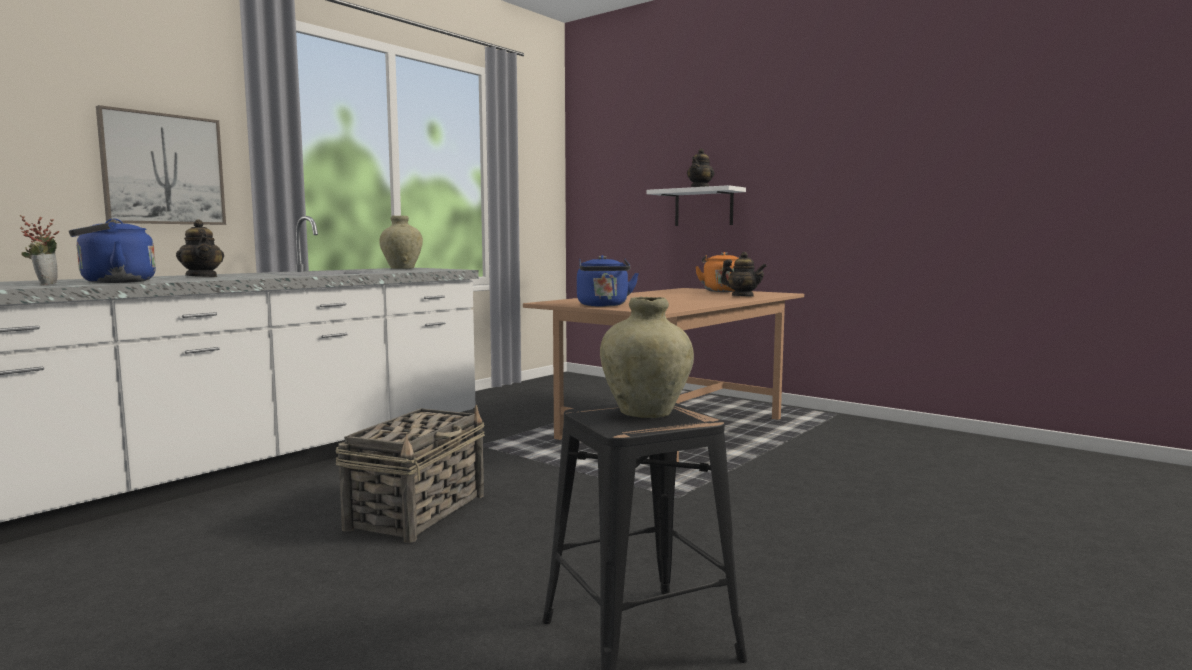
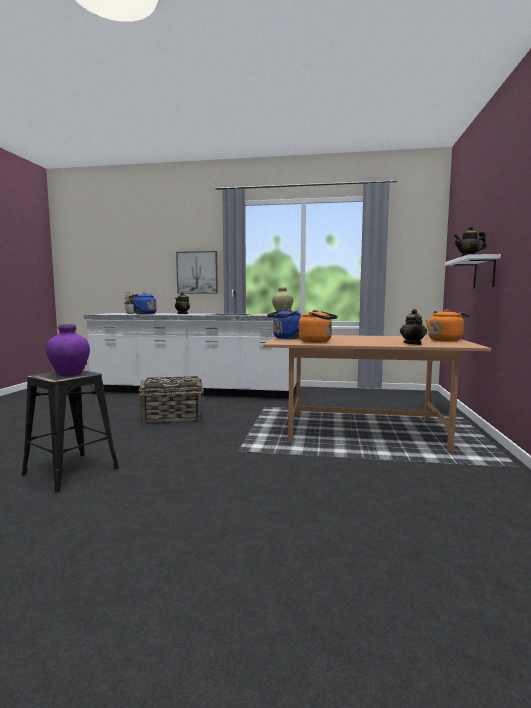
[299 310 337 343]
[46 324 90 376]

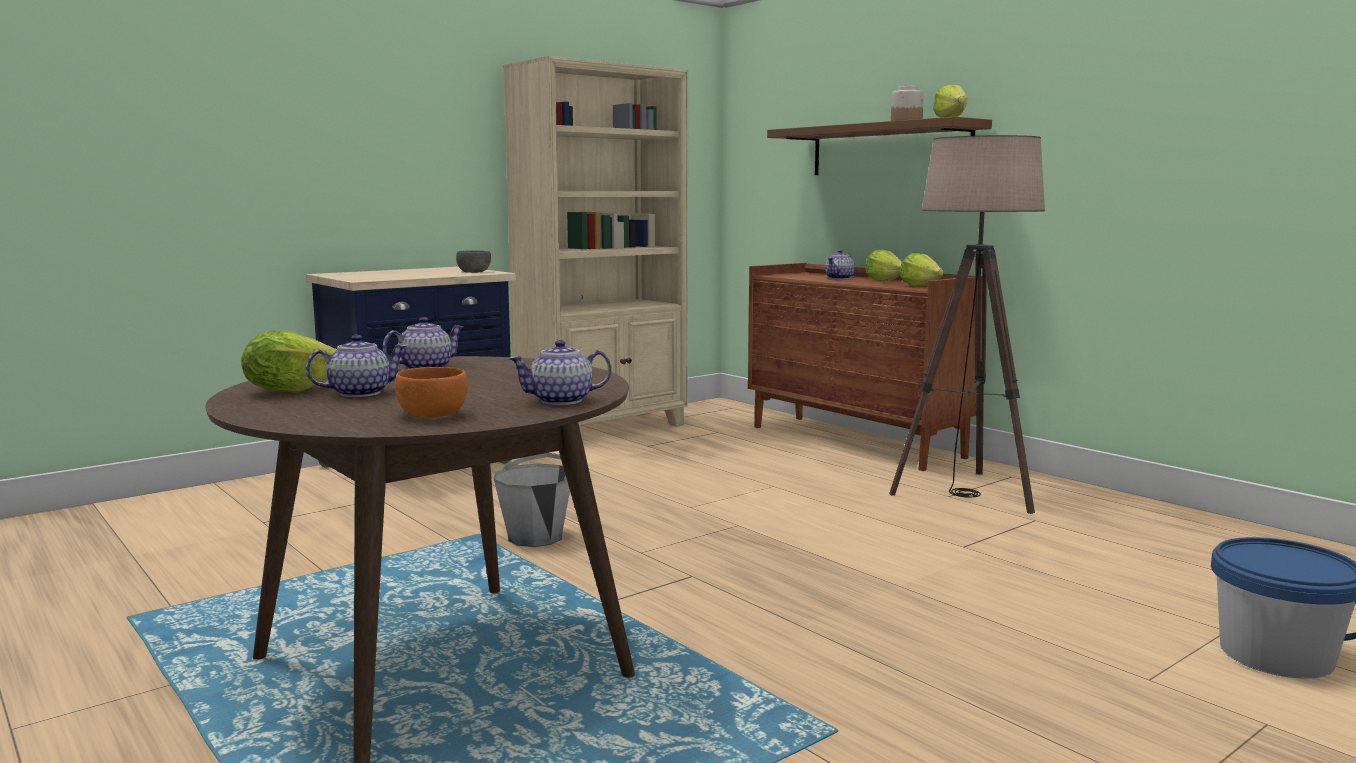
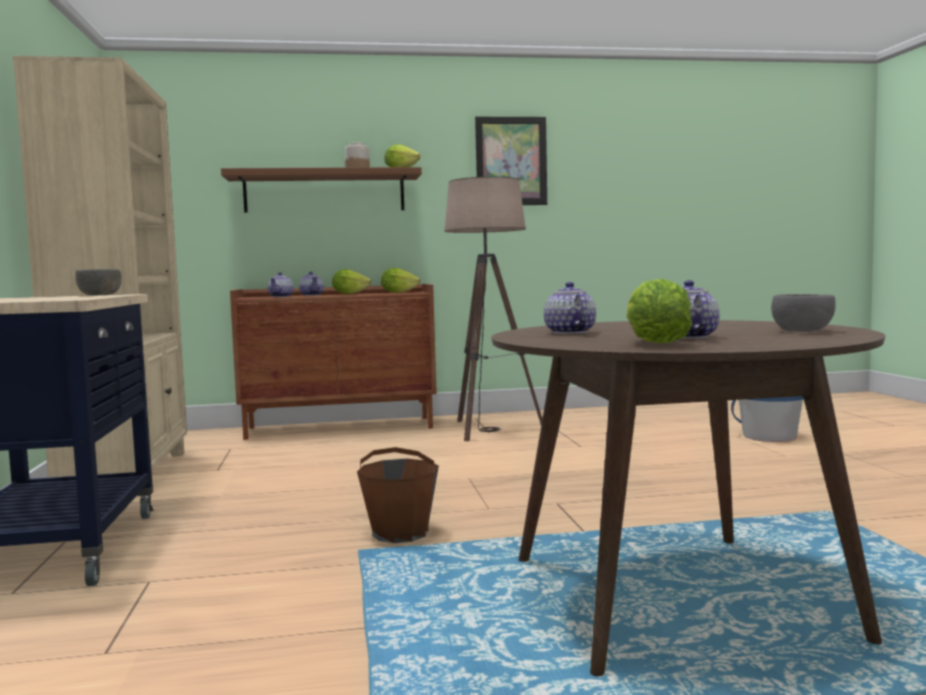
[475 117 547 205]
[268 272 294 297]
[771 294 836 332]
[357 447 439 543]

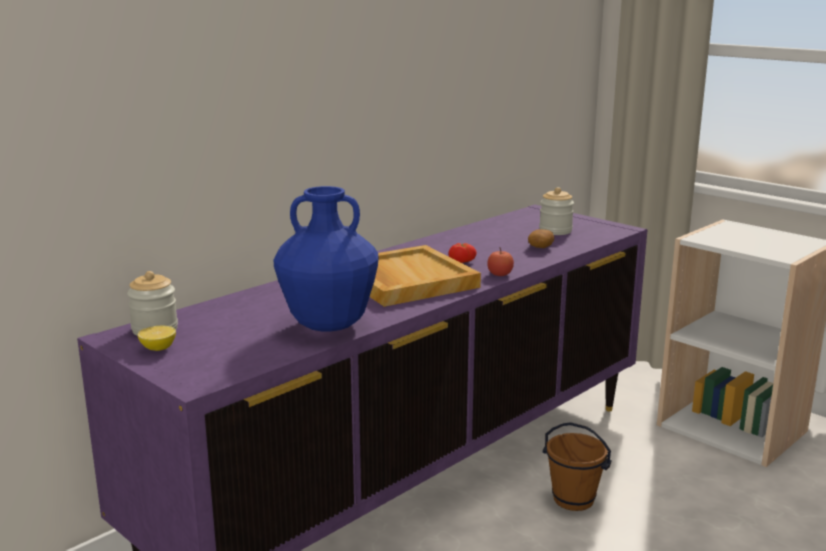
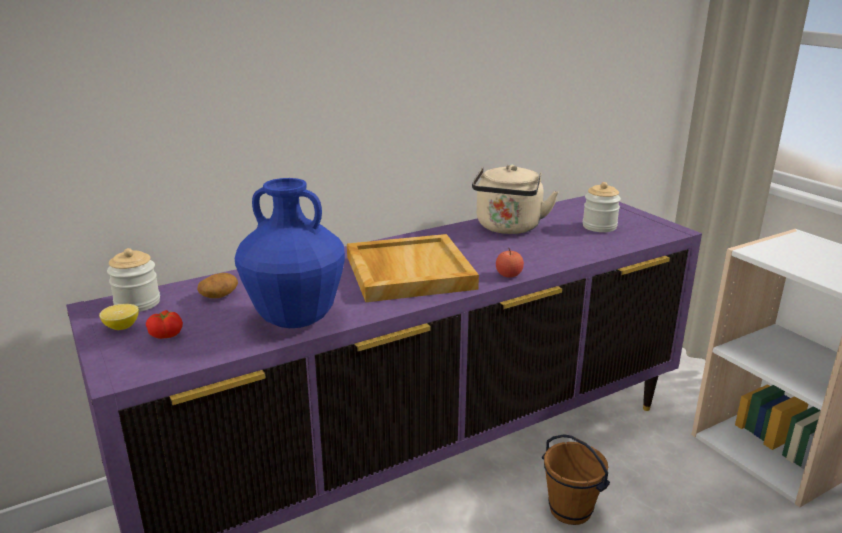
[472 165 559 234]
[146 310 183 339]
[197 273 238 298]

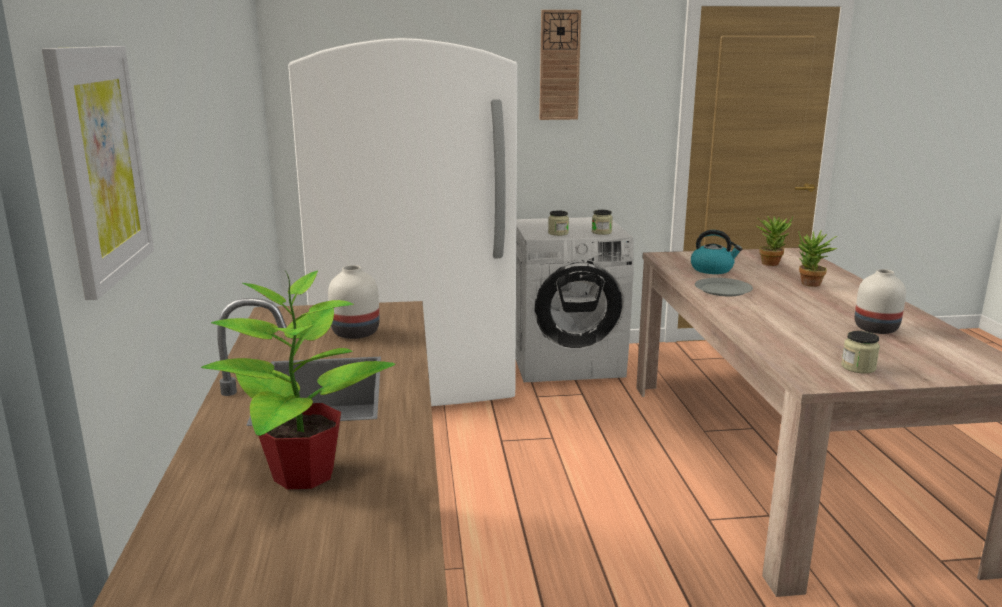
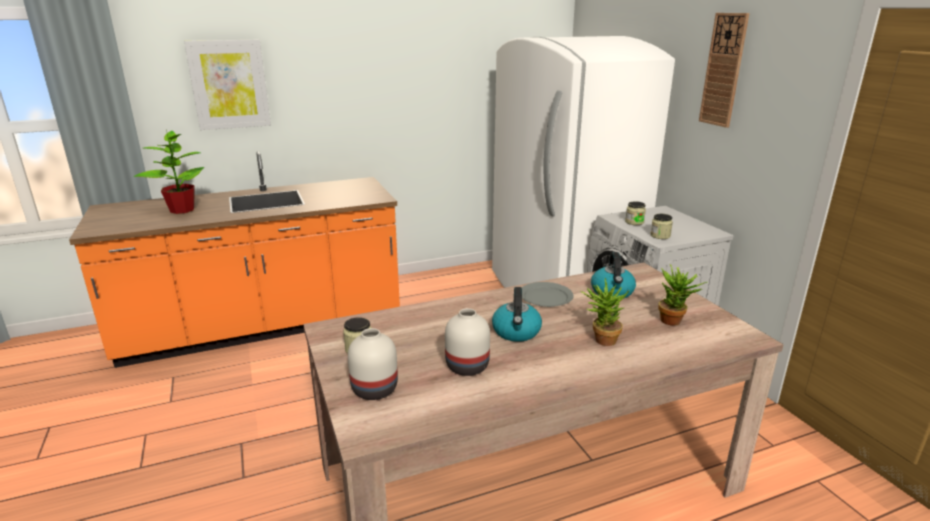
[492 287 542 342]
[348 328 398 400]

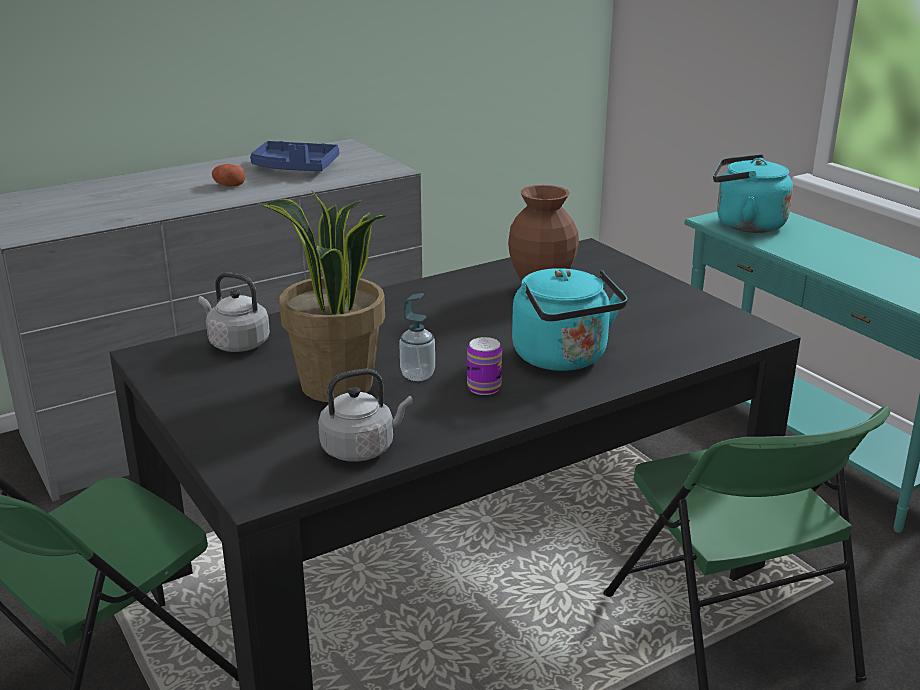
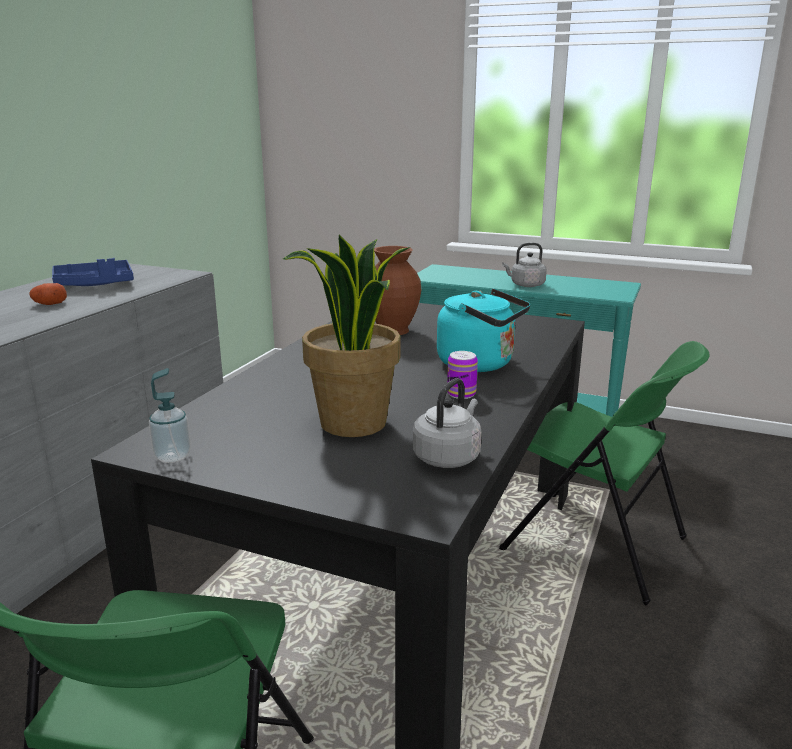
[713 154 793 233] (first image)
[502 243 547 287]
[149 368 191 463]

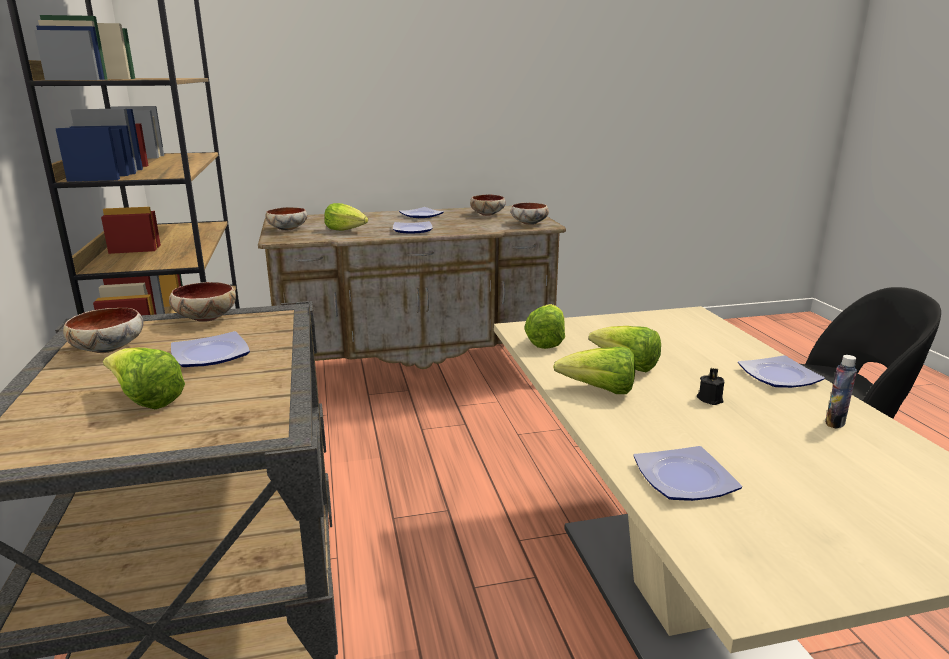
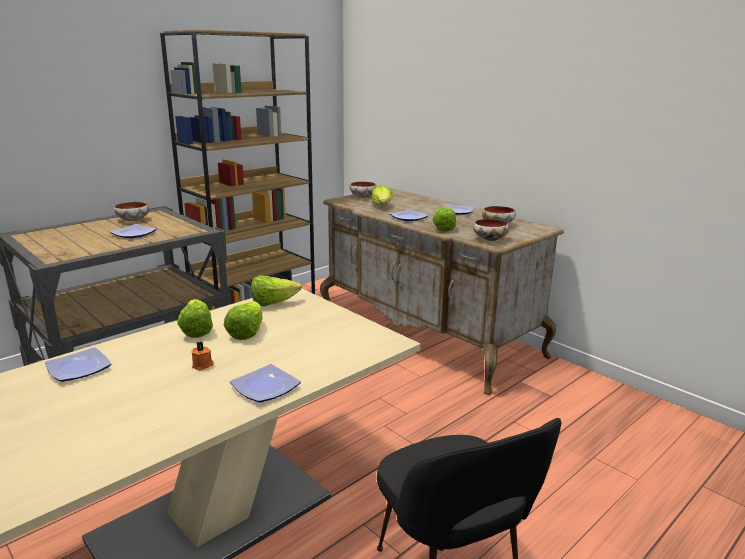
[169 282 236 322] (first image)
[825 355 857 429] (first image)
[433 206 456 232]
[191 342 214 370]

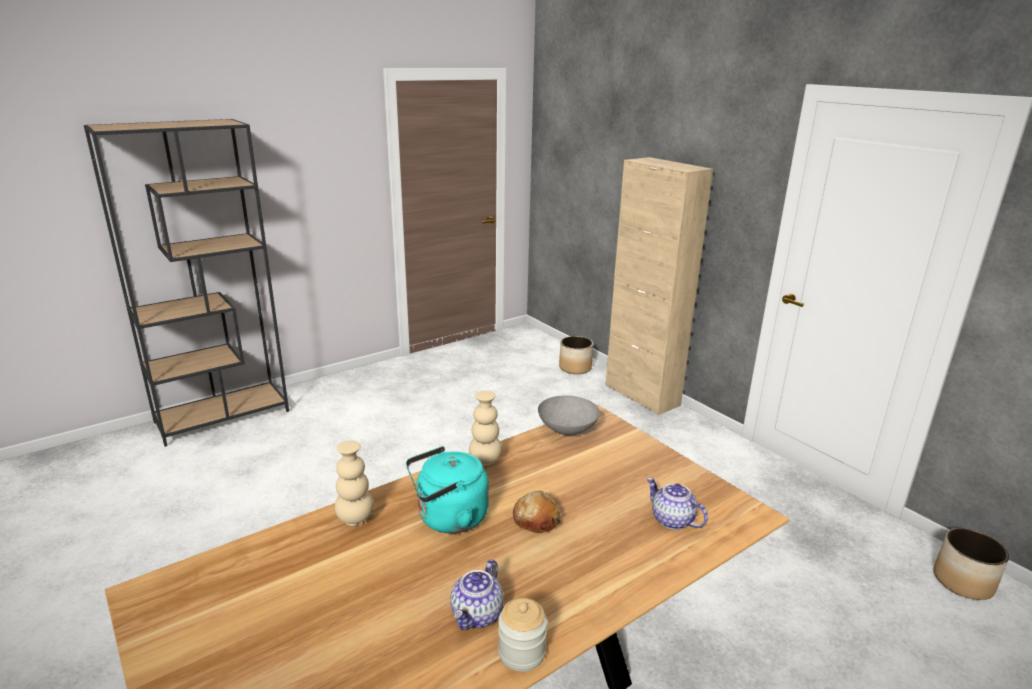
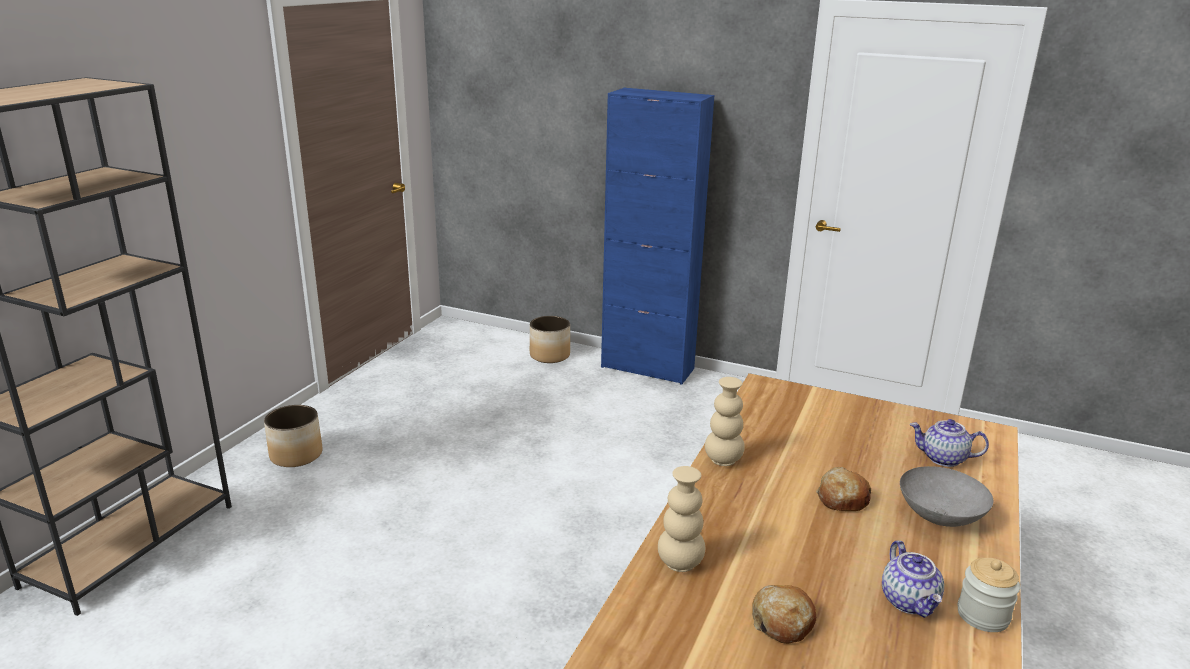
[406 446 489 534] (first image)
[752 585 816 644]
[900 466 993 527]
[264 405 322 467]
[601 88 714 385]

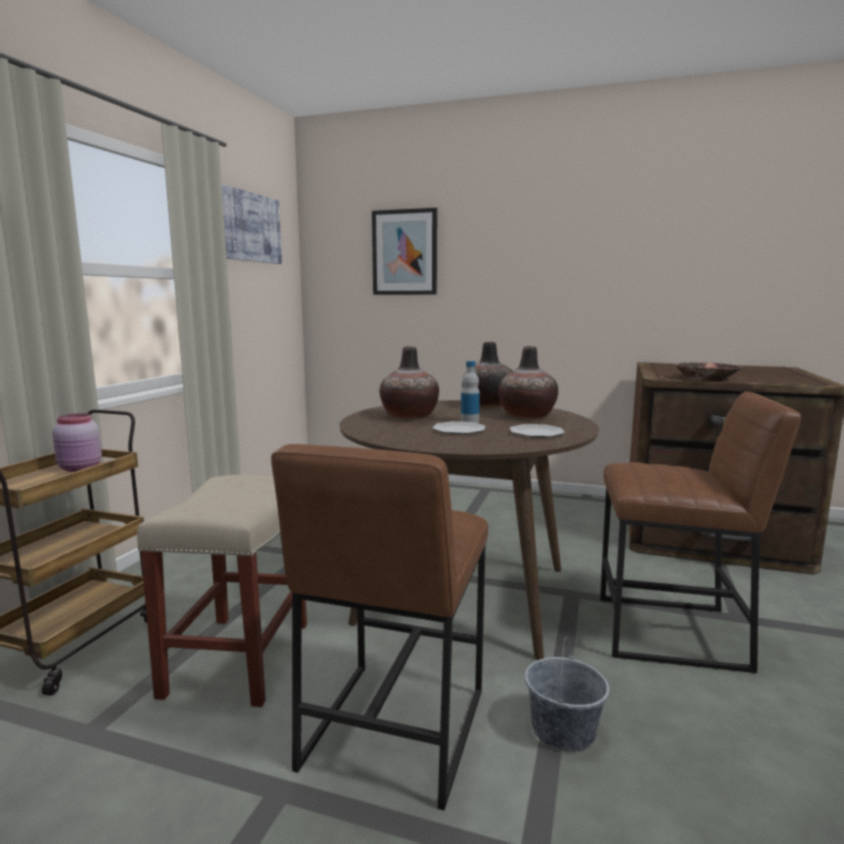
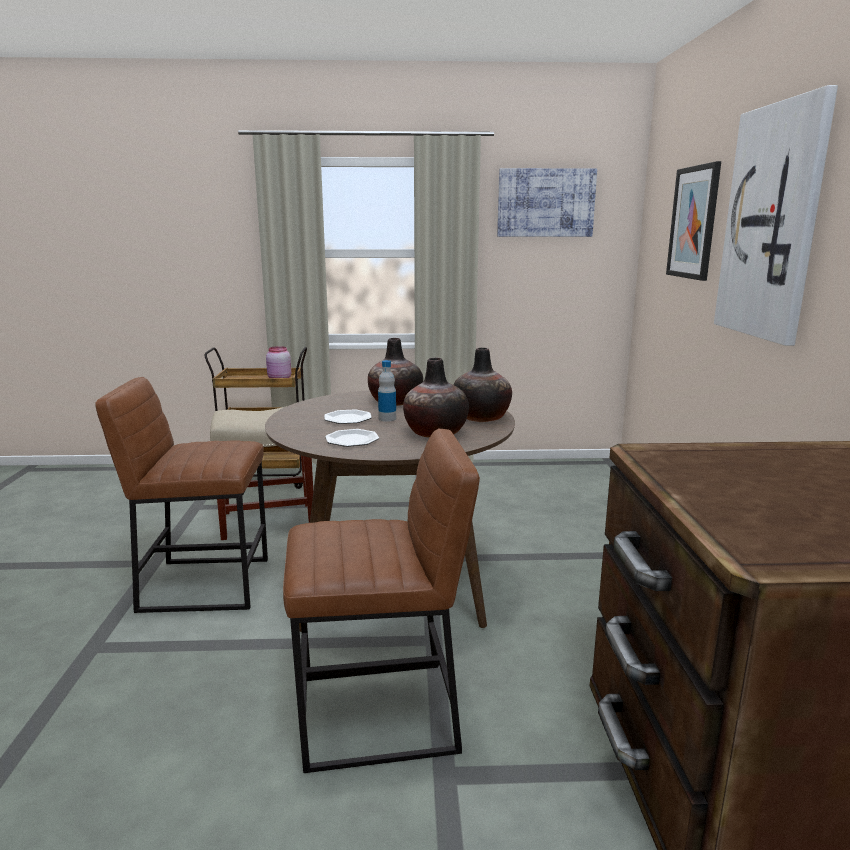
[525 637 609 752] (first image)
[675 362 742 381] (first image)
[714 85 838 346]
[283 428 480 773]

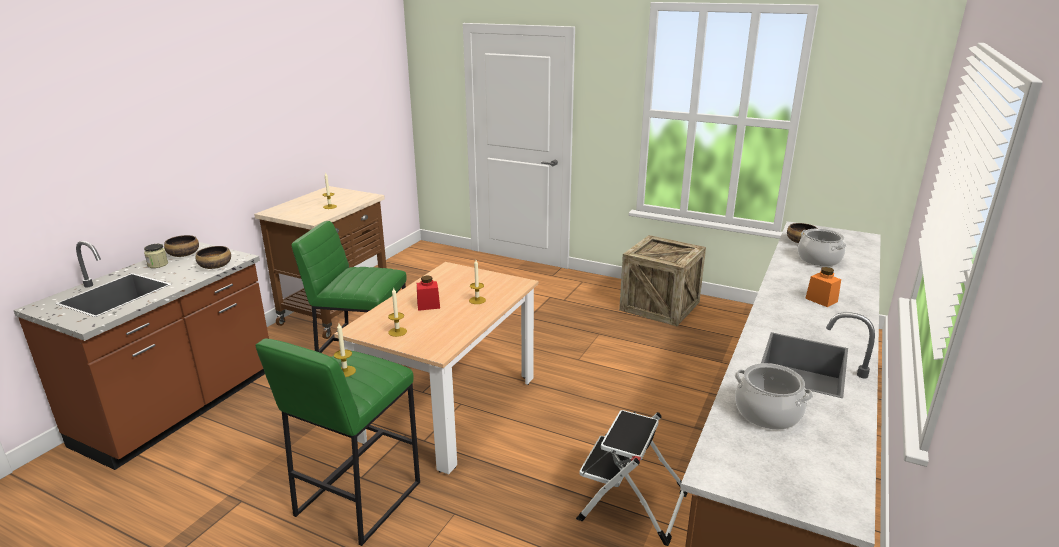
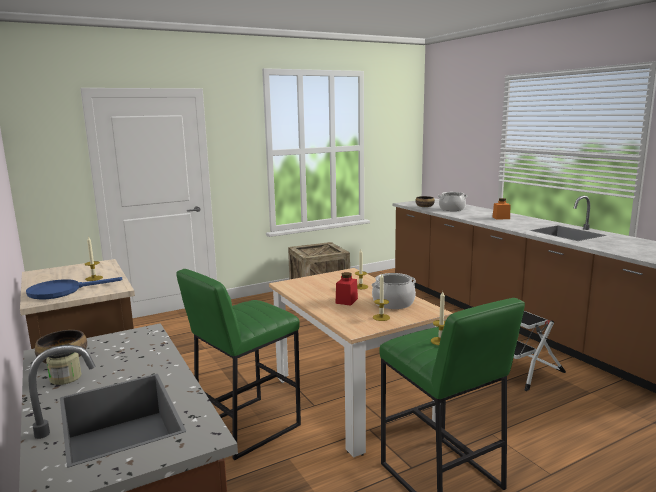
[196 246 231 269] (first image)
[26 277 122 299]
[371 273 416 309]

